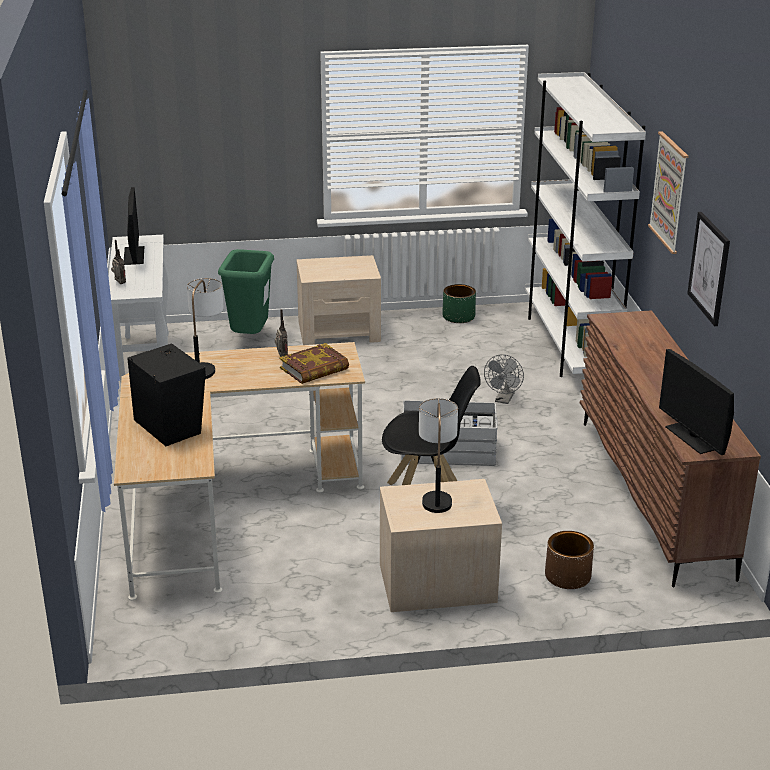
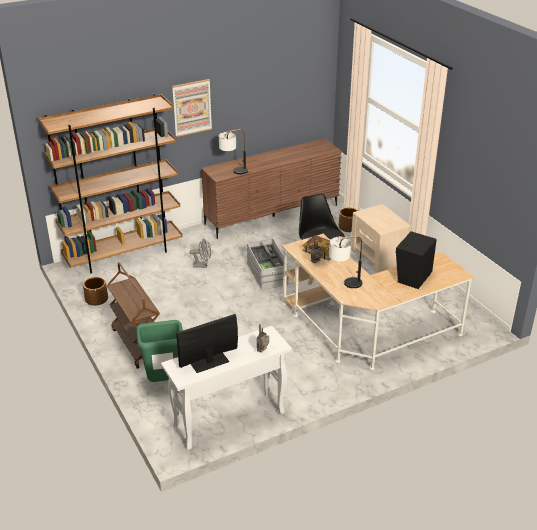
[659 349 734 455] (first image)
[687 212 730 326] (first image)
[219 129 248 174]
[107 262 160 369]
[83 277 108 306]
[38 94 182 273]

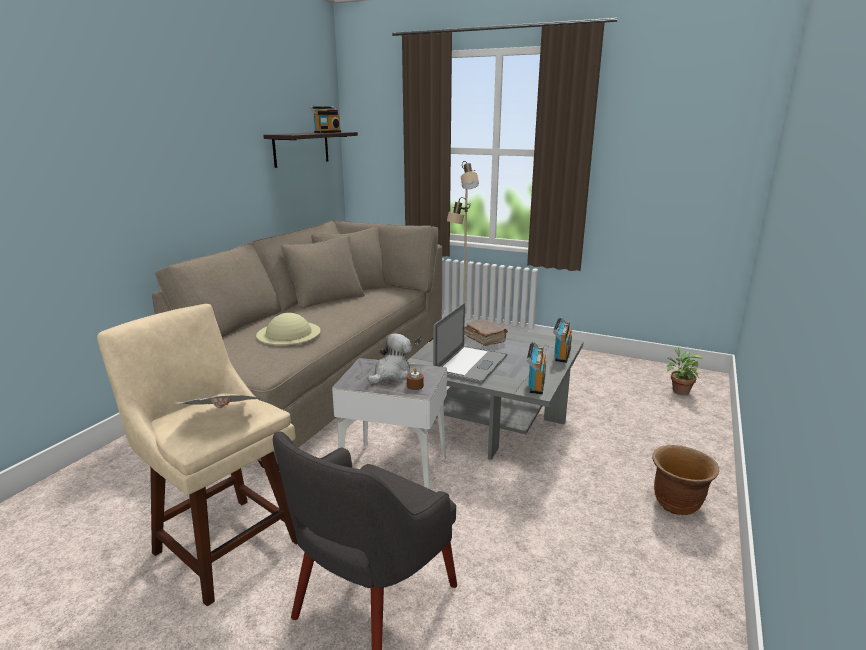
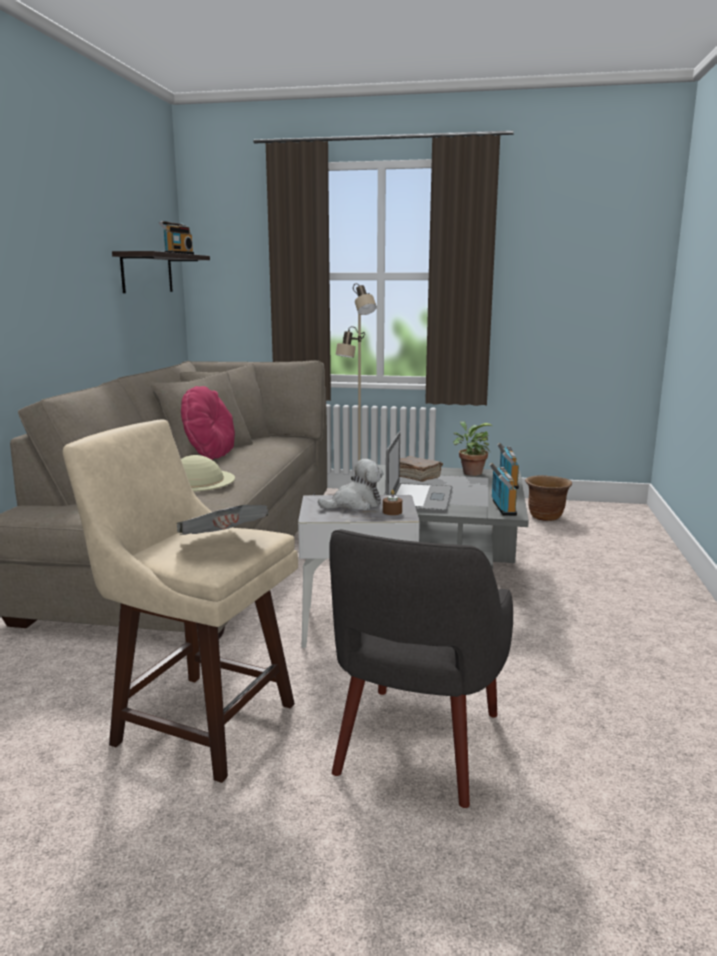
[181 386 235 460]
[525 475 572 521]
[453 421 492 476]
[318 459 383 510]

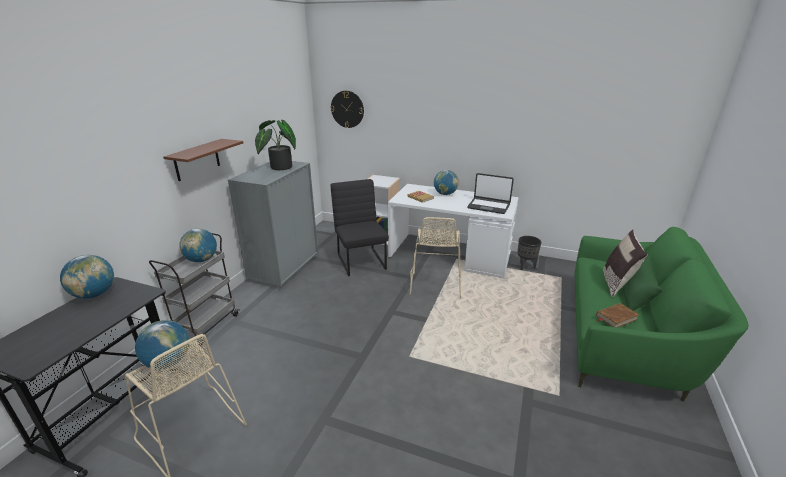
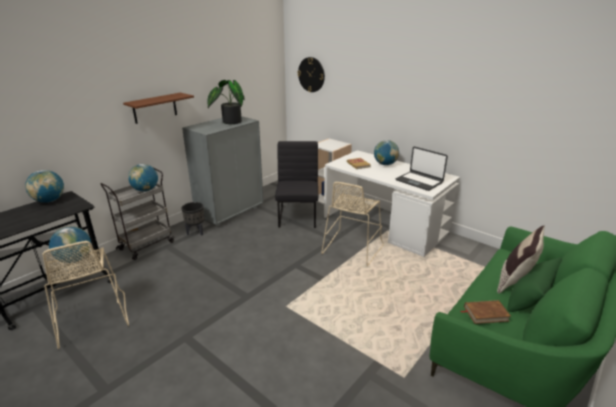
[181 202 204 235]

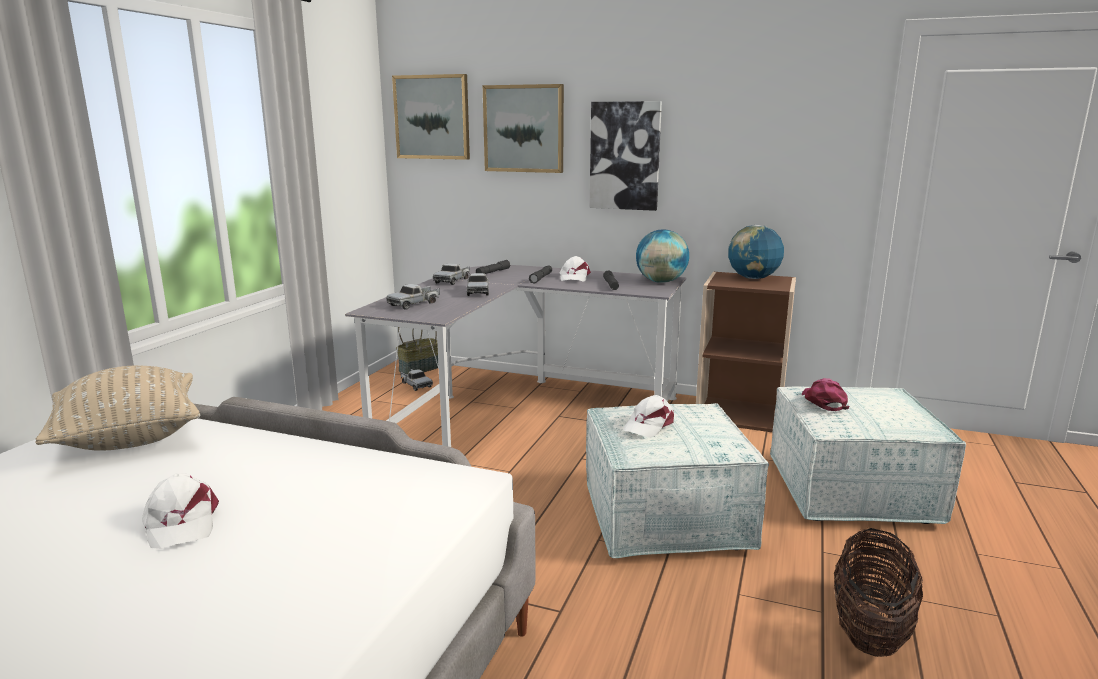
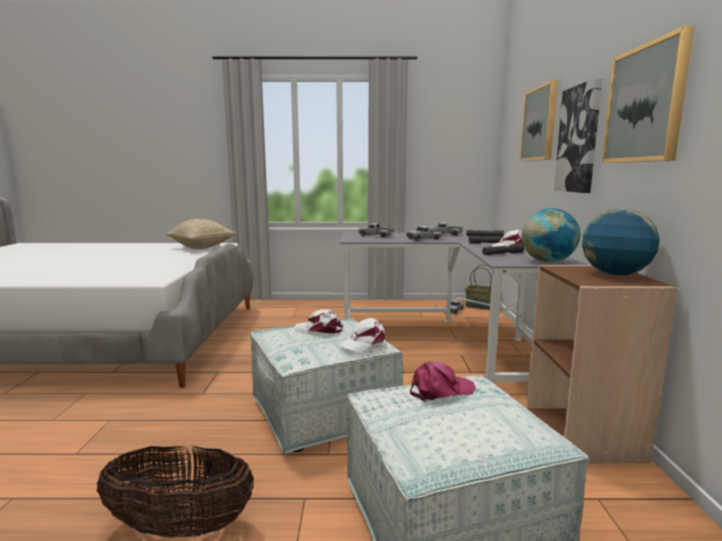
[340 318 386 353]
[602 26 694 163]

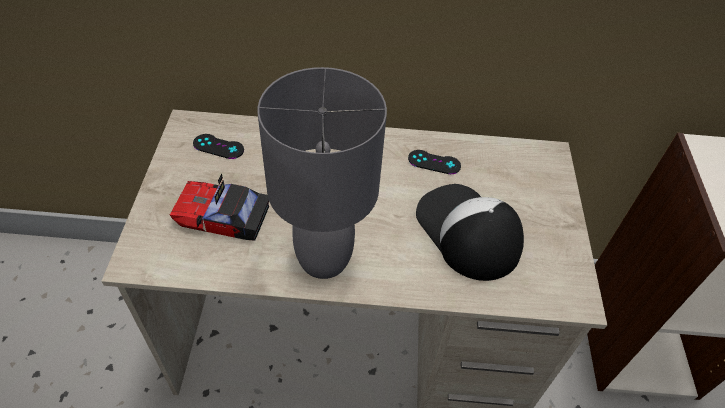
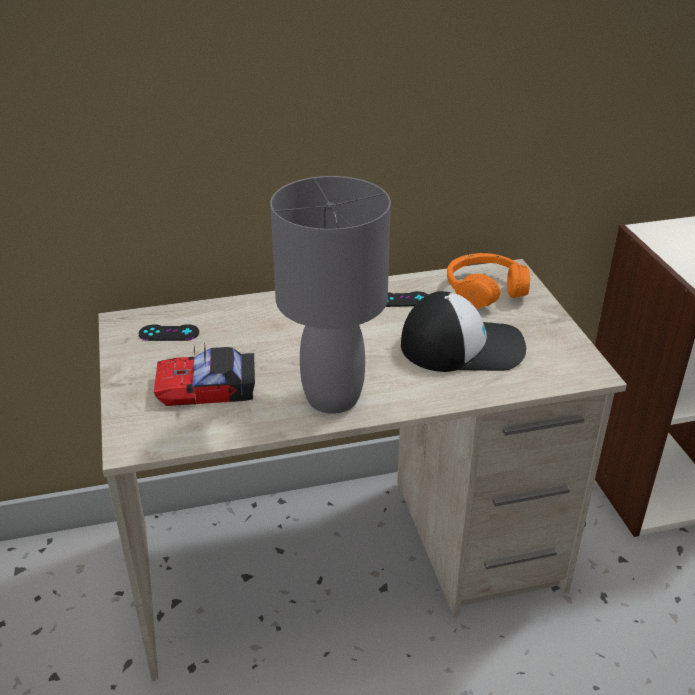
[447 253 530 309]
[401 291 526 372]

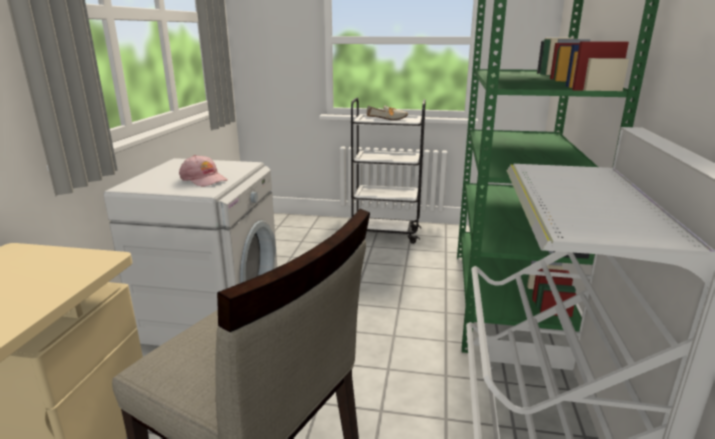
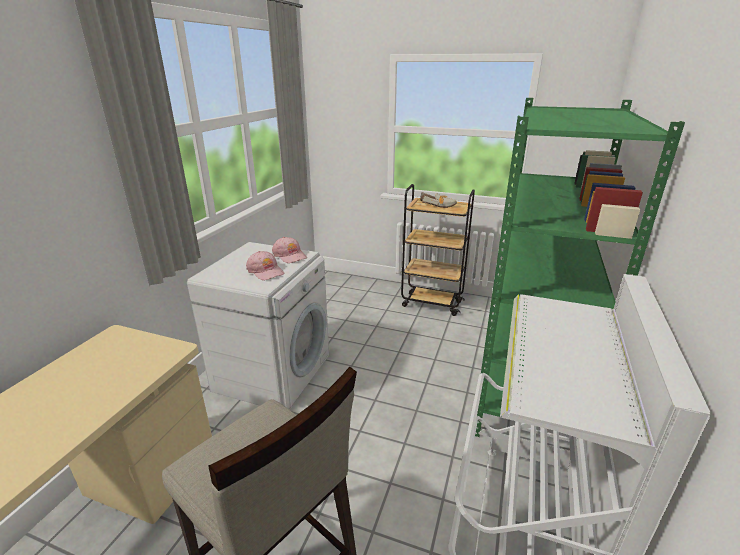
[272 237 307 263]
[401 184 475 316]

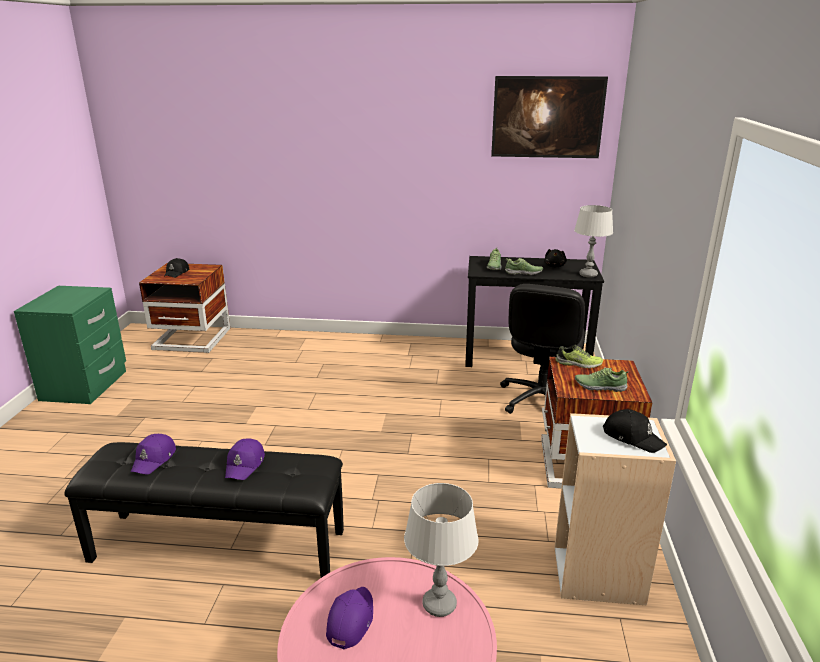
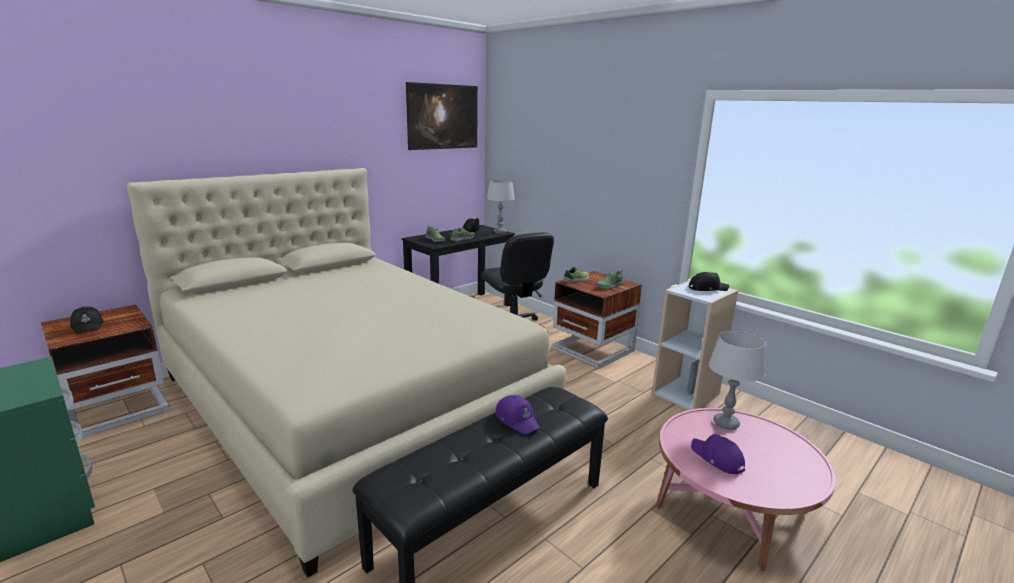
[131 434 176 475] (first image)
[127 168 566 577]

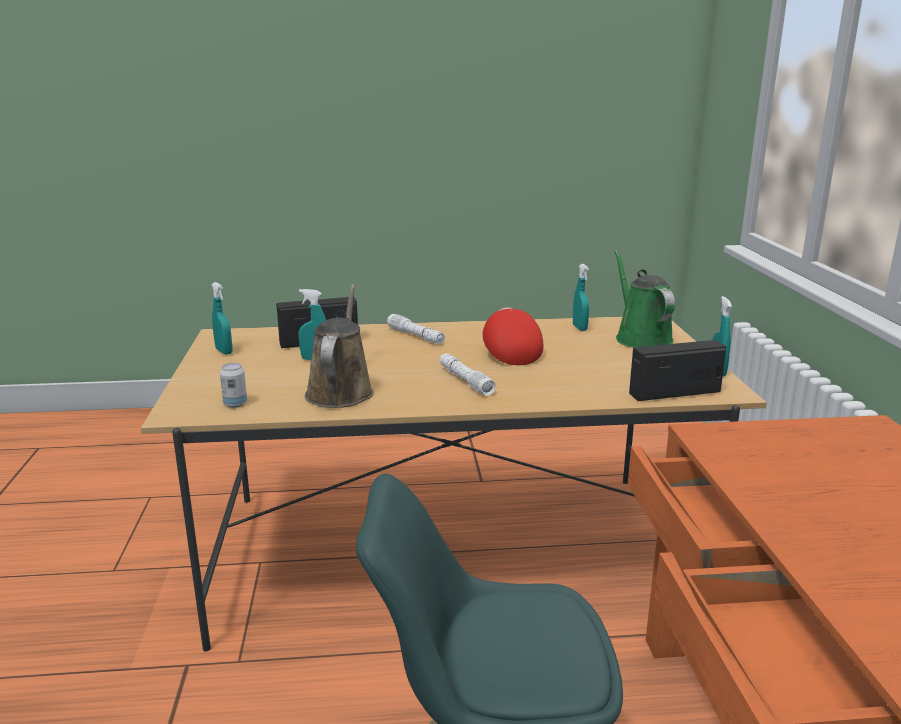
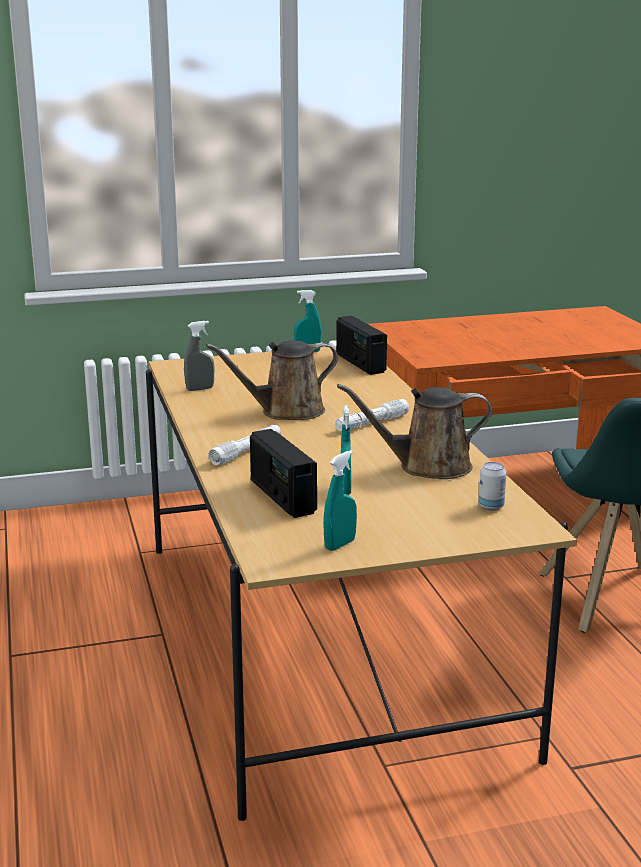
[614 250 675 348] (first image)
[206 340 338 420]
[184 321 214 391]

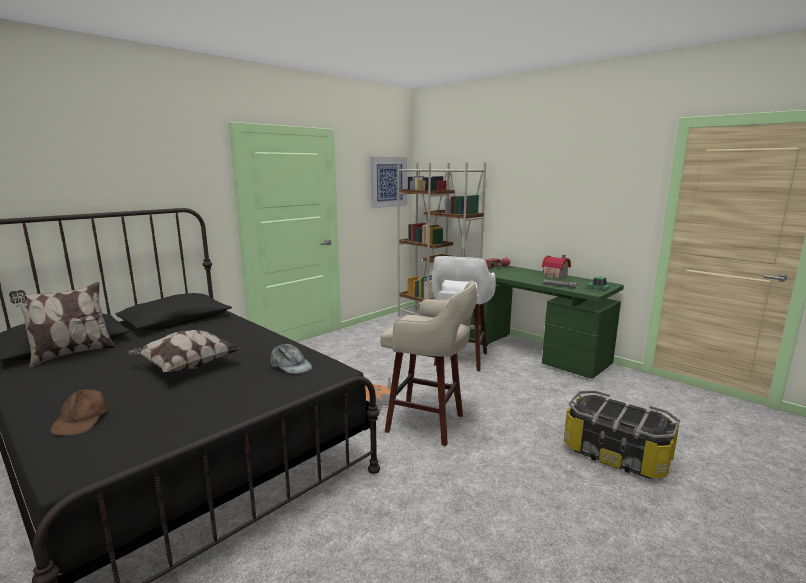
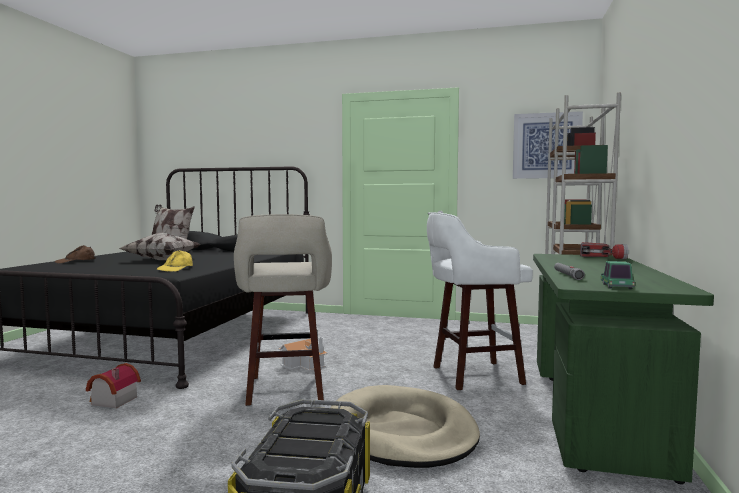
[330 385 480 468]
[86 363 141 408]
[157 250 193 272]

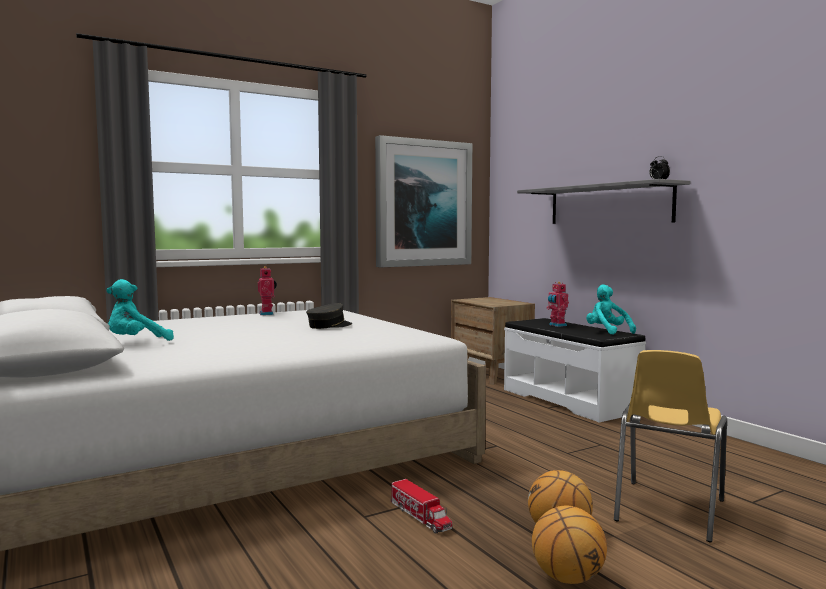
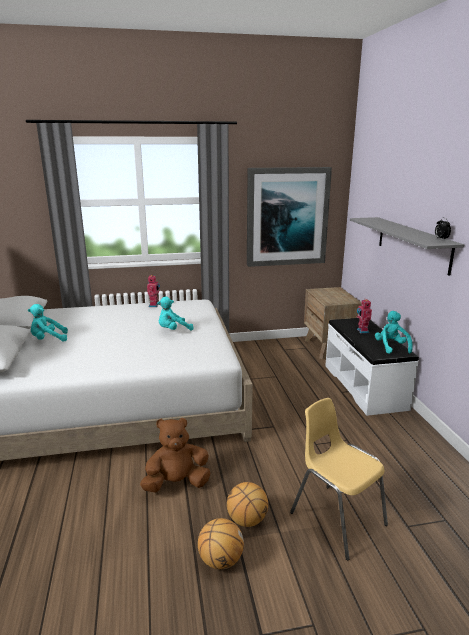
[157 297 194 331]
[140 417 211 492]
[290 398 388 560]

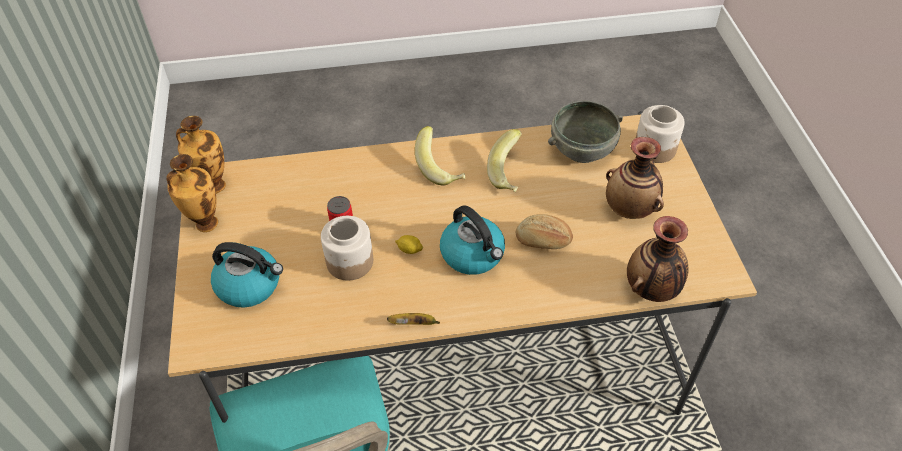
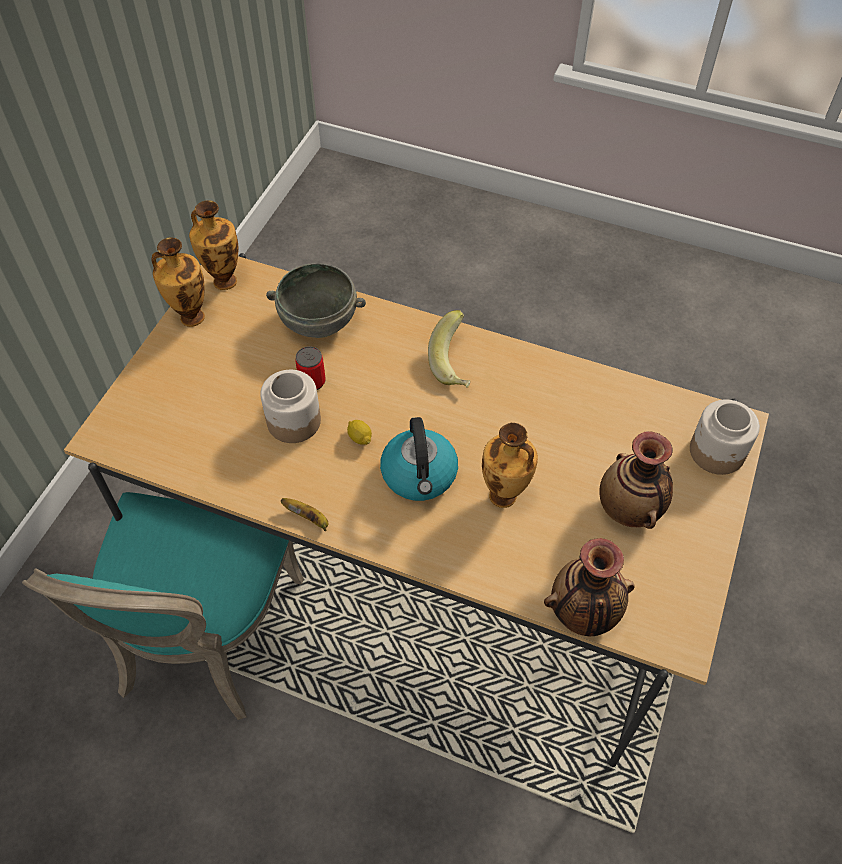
[211 242 283 308] (first image)
[487 129 522 192] (first image)
[266 263 366 338]
[482 423 538 508]

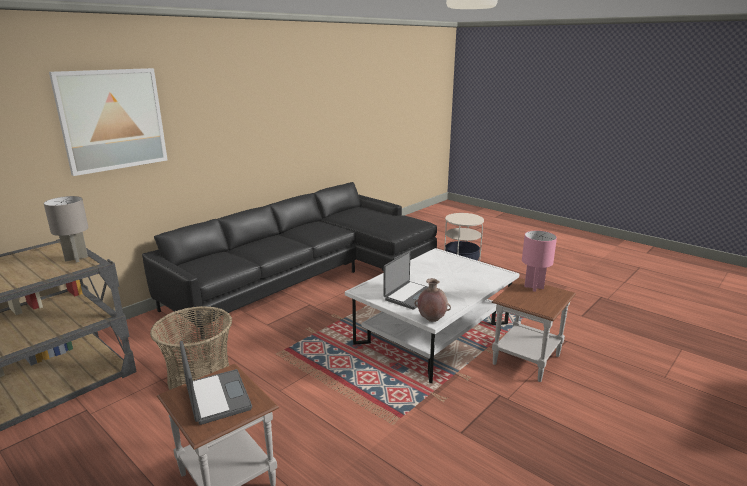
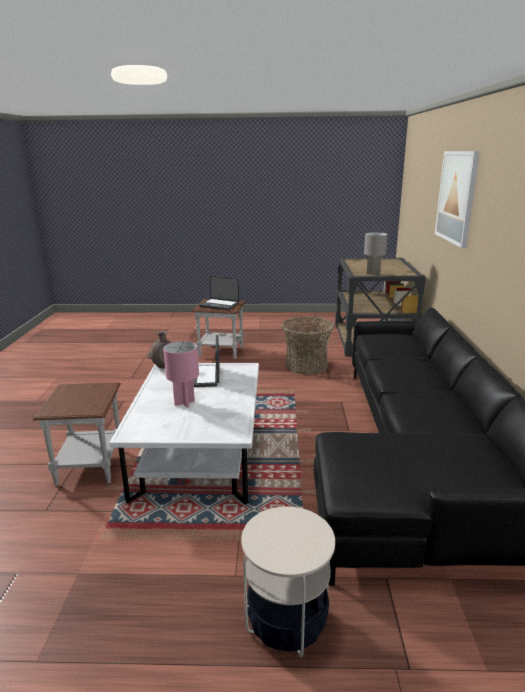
[163 341 199 408]

